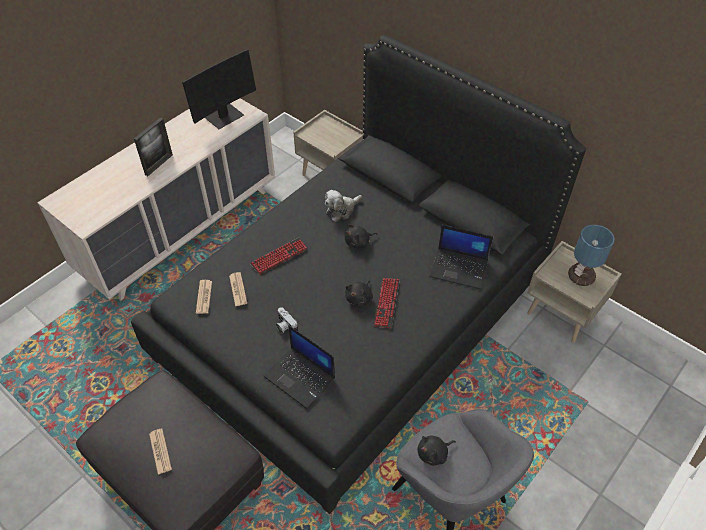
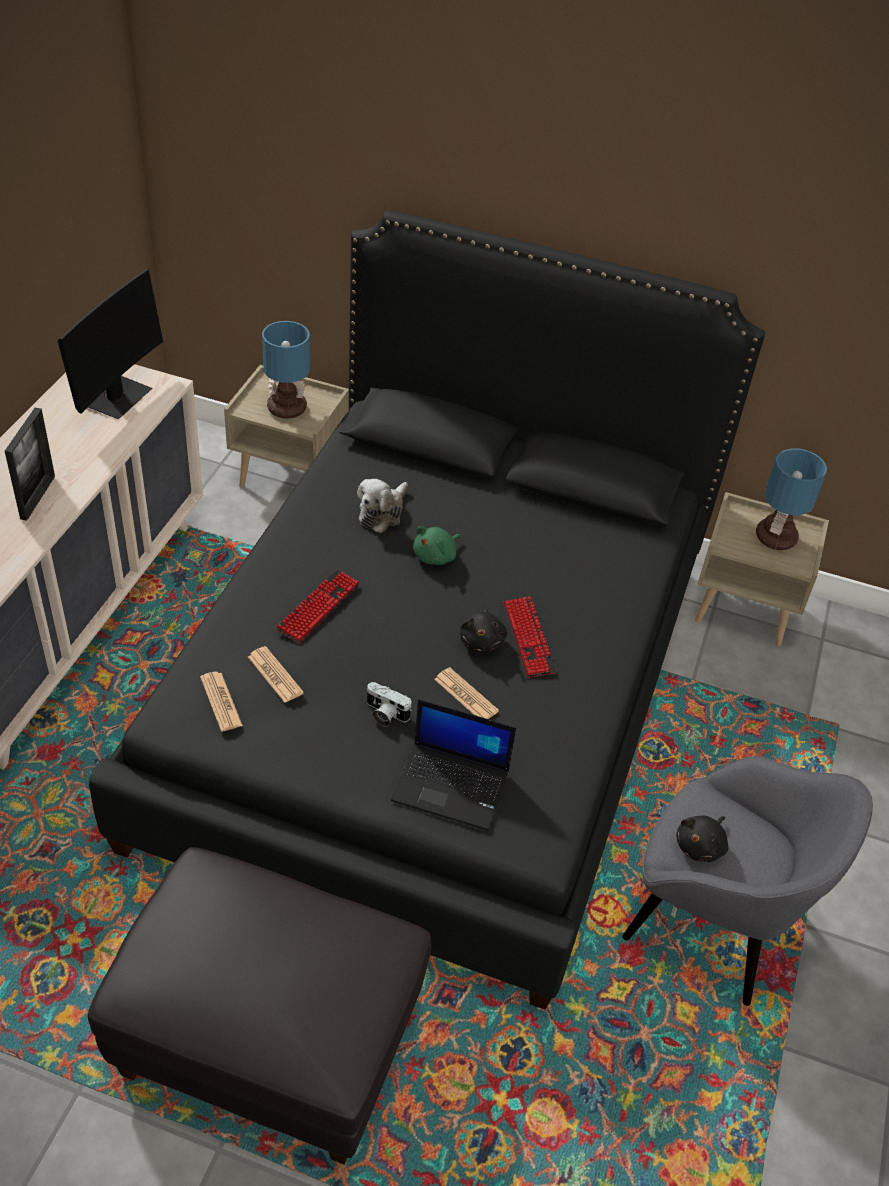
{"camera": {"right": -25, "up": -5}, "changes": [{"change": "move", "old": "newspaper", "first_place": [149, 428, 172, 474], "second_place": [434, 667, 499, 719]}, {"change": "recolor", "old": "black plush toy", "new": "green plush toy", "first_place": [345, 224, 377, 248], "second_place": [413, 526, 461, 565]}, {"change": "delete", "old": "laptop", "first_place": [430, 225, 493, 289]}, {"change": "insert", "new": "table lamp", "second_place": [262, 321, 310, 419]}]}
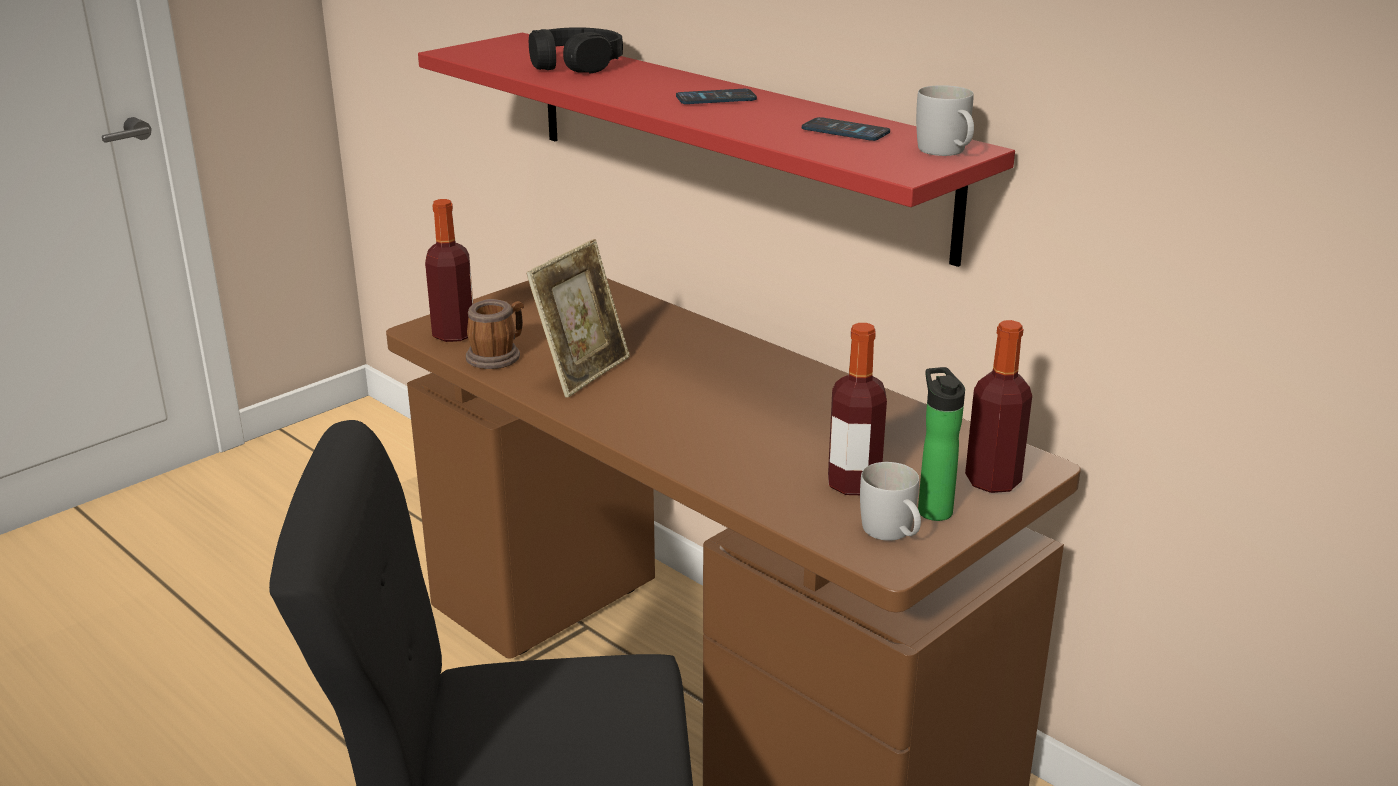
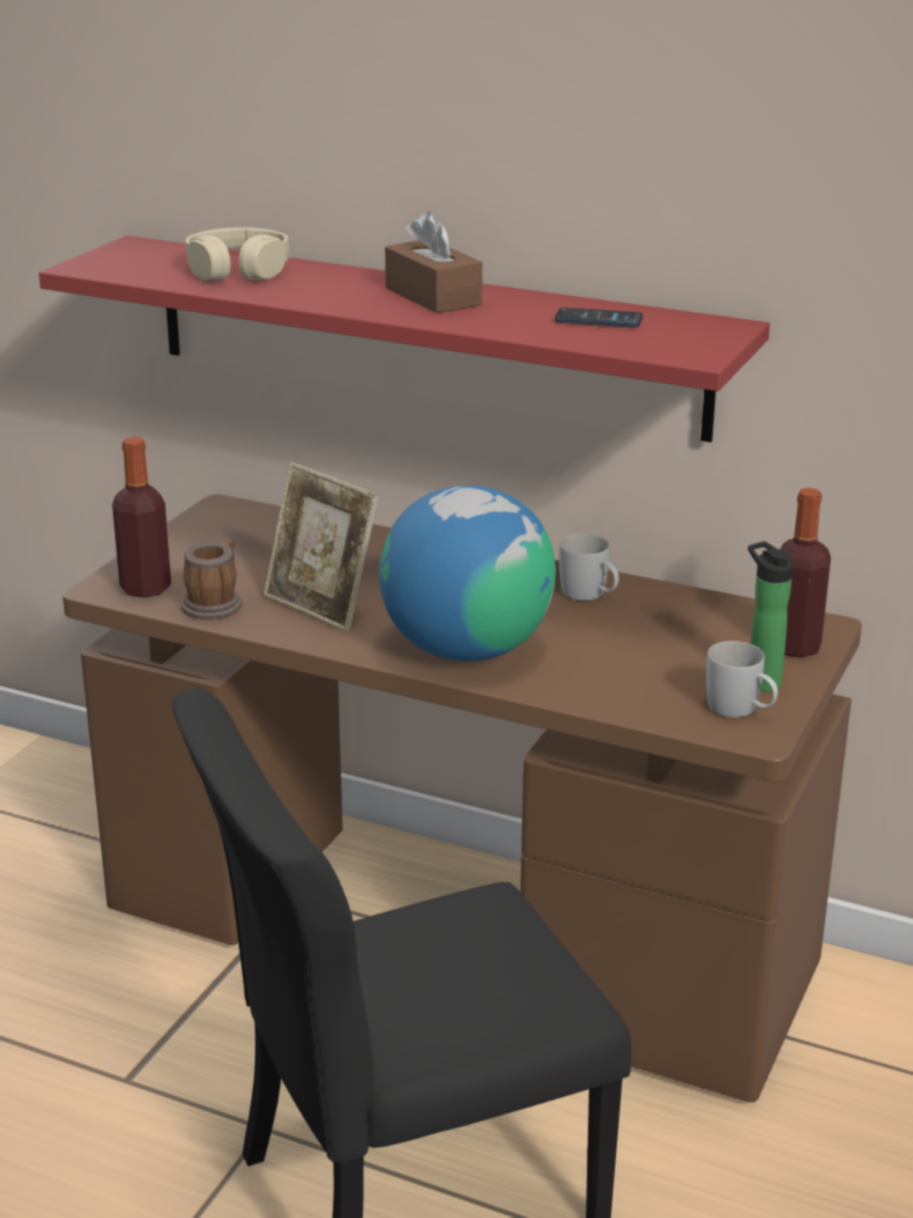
{"camera": {"right": -20, "up": 0}, "changes": [{"change": "rotate", "old": "picture frame", "first_place": [526, 239, 630, 397], "second_place": [263, 462, 379, 632], "degrees": 120}, {"change": "recolor", "old": "black headphones", "new": "beige headphones", "first_place": [529, 27, 623, 73], "second_place": [186, 227, 289, 281]}, {"change": "replace", "old": "phone", "new": "brown tissue box", "first_place": [676, 89, 757, 104], "second_place": [385, 212, 482, 313]}, {"change": "delete", "old": "bottle", "first_place": [828, 323, 887, 495]}, {"change": "move", "old": "white mug", "first_place": [916, 85, 974, 156], "second_place": [559, 534, 619, 601]}, {"change": "insert", "new": "globe", "second_place": [379, 485, 556, 661]}]}
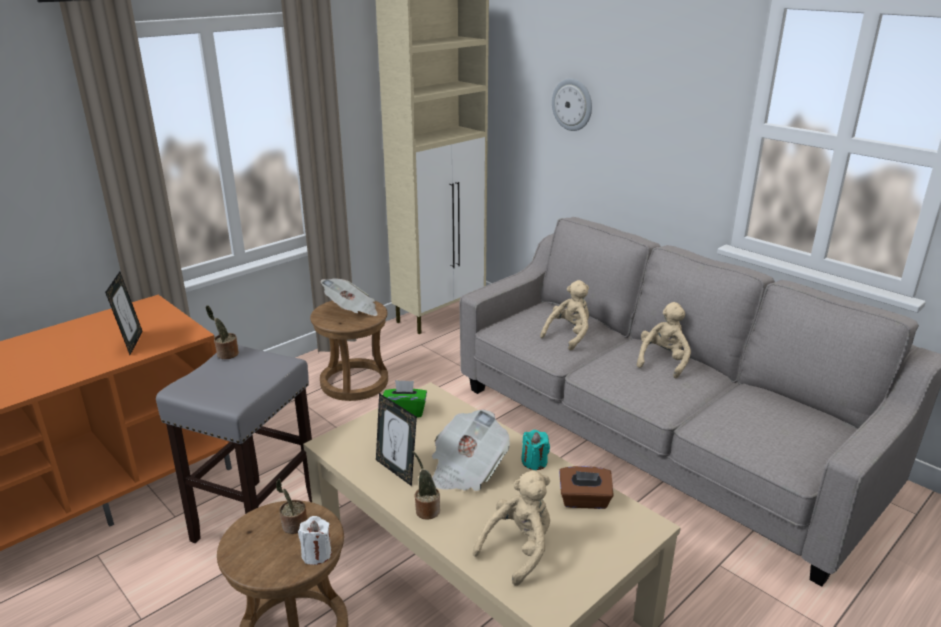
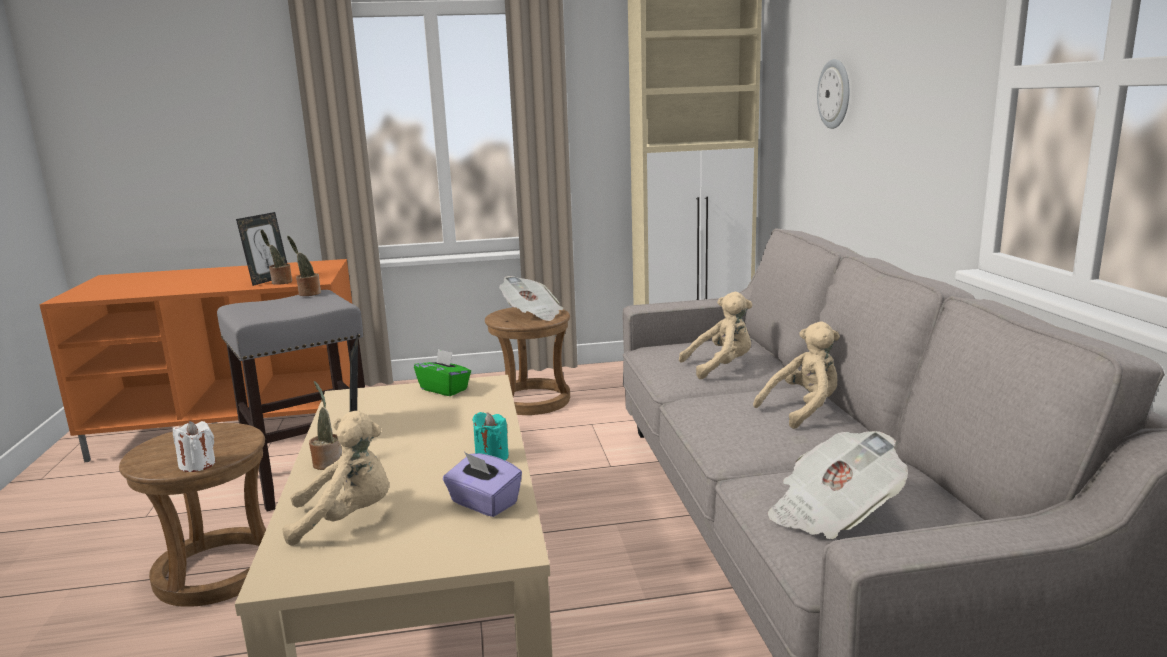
{"camera": {"right": 35, "up": -10}, "changes": [{"change": "move", "old": "potted plant", "first_place": [276, 479, 307, 534], "second_place": [260, 230, 292, 285]}, {"change": "move", "old": "newspaper", "first_place": [432, 409, 510, 491], "second_place": [768, 431, 908, 539]}, {"change": "recolor", "old": "brown tissue box", "new": "purple tissue box", "first_place": [559, 466, 614, 509], "second_place": [443, 452, 522, 517]}]}
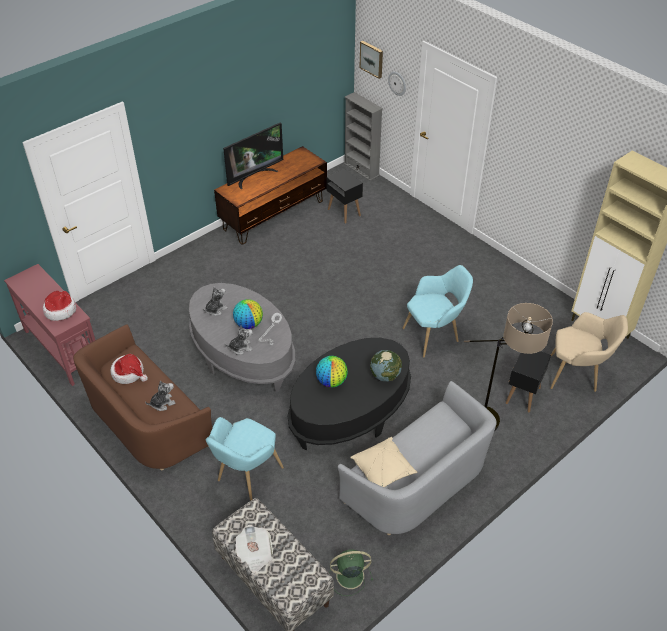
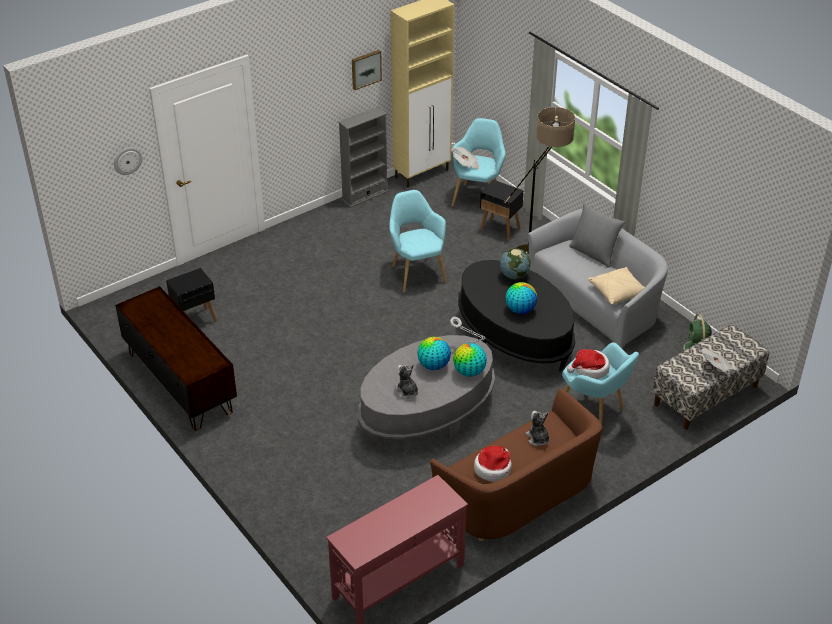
{"camera": {"right": -85, "up": -5}, "changes": [{"change": "move", "old": "hat", "first_place": [43, 291, 76, 321], "second_place": [567, 349, 610, 379]}, {"change": "delete", "old": "television", "first_place": [223, 122, 283, 189]}, {"change": "replace", "old": "plush toy", "new": "globe", "first_place": [224, 326, 253, 355], "second_place": [453, 343, 487, 377]}, {"change": "move", "old": "grey bookcase", "first_place": [344, 92, 383, 181], "second_place": [338, 107, 388, 207]}, {"change": "move", "old": "picture", "first_place": [360, 41, 383, 79], "second_place": [352, 50, 382, 90]}, {"change": "recolor", "old": "beige armchair", "new": "turquoise armchair", "first_place": [550, 312, 628, 392], "second_place": [452, 118, 506, 207]}, {"change": "insert", "new": "newspaper", "second_place": [452, 147, 480, 169]}, {"change": "insert", "new": "grey pillow", "second_place": [569, 202, 625, 268]}]}
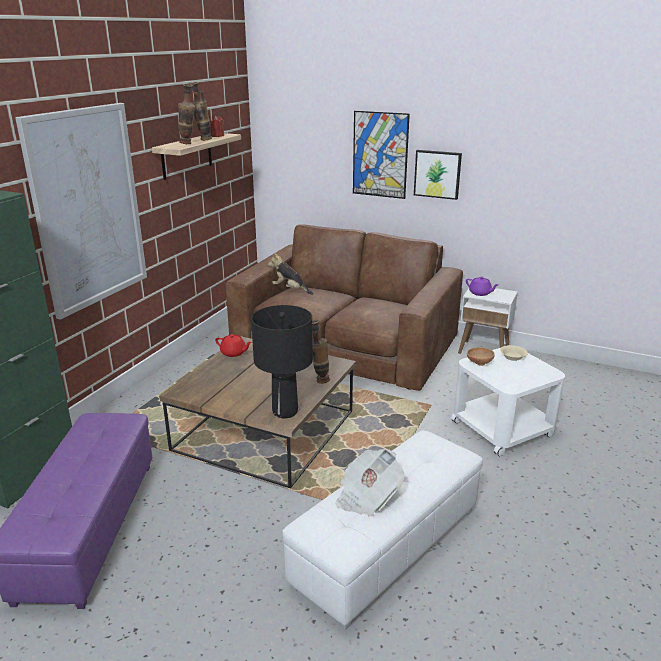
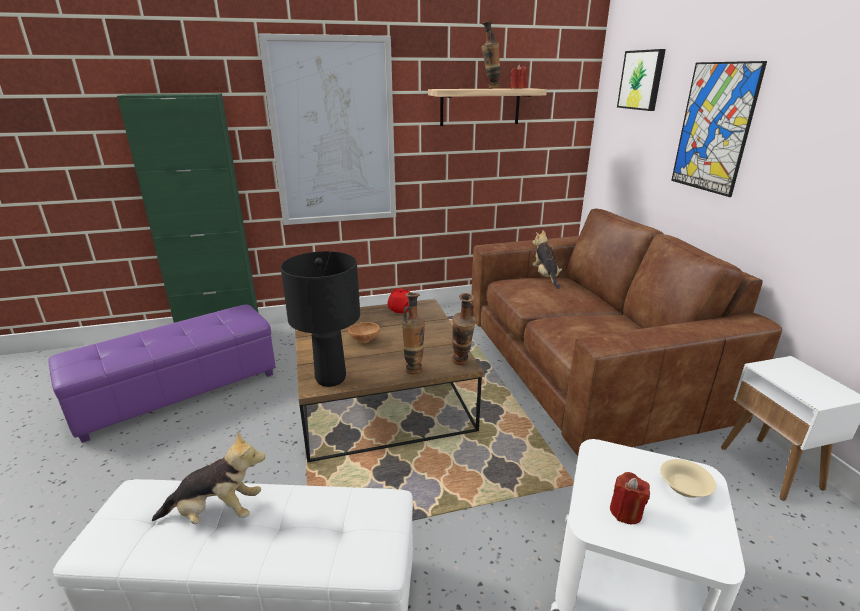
{"camera": {"right": 50, "up": 0}, "changes": [{"change": "move", "old": "vase", "first_place": [178, 84, 195, 144], "second_place": [452, 293, 476, 365]}, {"change": "replace", "old": "newspaper", "new": "plush toy", "first_place": [336, 449, 404, 516], "second_place": [152, 431, 265, 524]}, {"change": "move", "old": "picture", "first_place": [414, 150, 462, 200], "second_place": [617, 49, 666, 111]}, {"change": "delete", "old": "purple teapot", "first_place": [466, 276, 499, 296]}, {"change": "move", "old": "brown bowl", "first_place": [467, 347, 495, 366], "second_place": [349, 322, 380, 343]}, {"change": "insert", "new": "red candle", "second_place": [610, 472, 650, 524]}]}
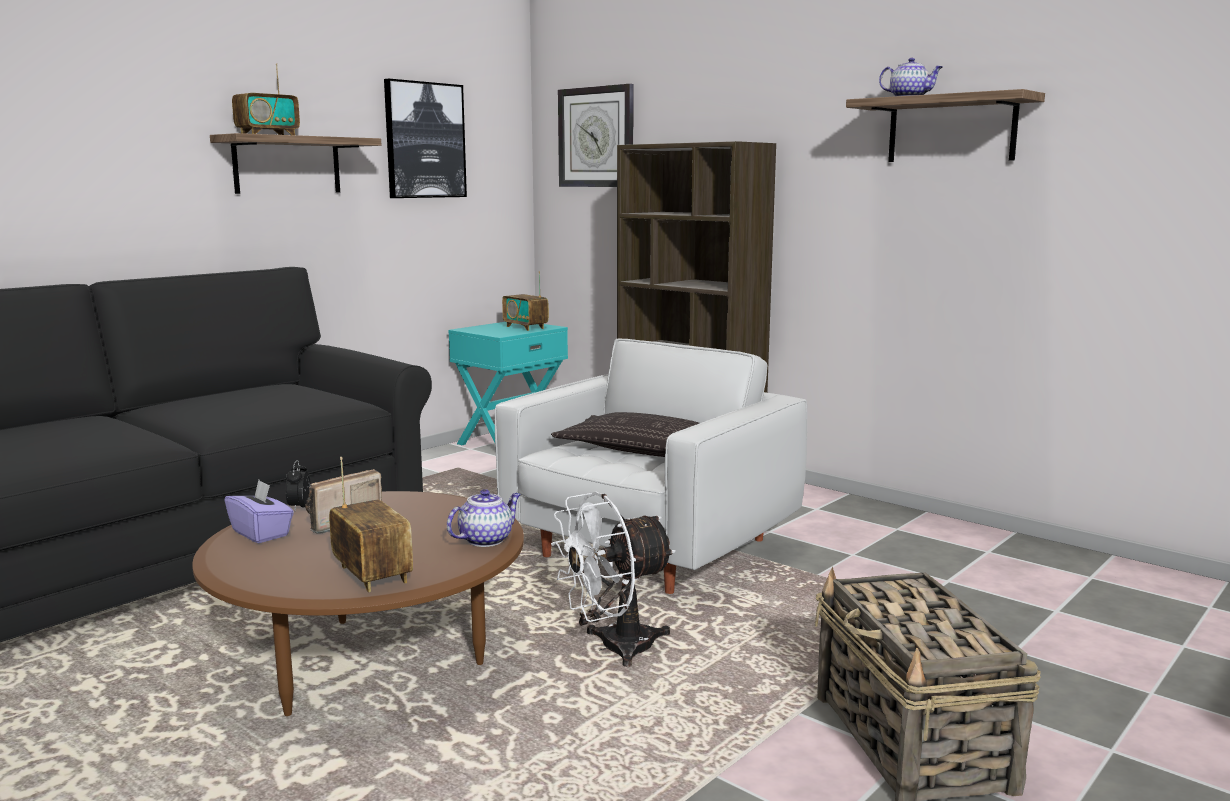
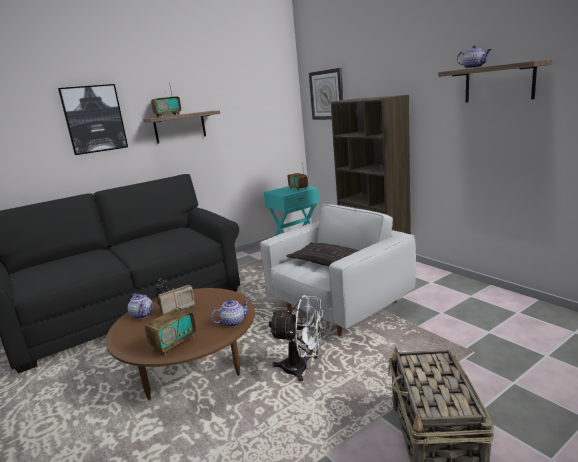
{"camera": {"right": 15, "up": 5}, "changes": [{"change": "replace", "old": "purple tissue box", "new": "teapot", "first_place": [224, 480, 294, 543], "second_place": [128, 293, 153, 319]}, {"change": "rotate", "old": "radio", "first_place": [329, 457, 413, 592], "second_place": [145, 288, 196, 356], "degrees": 60}, {"change": "move", "old": "picture", "first_place": [384, 79, 467, 198], "second_place": [58, 84, 128, 155]}, {"change": "rotate", "old": "white fan", "first_place": [551, 492, 675, 667], "second_place": [269, 295, 324, 381], "degrees": -150}]}
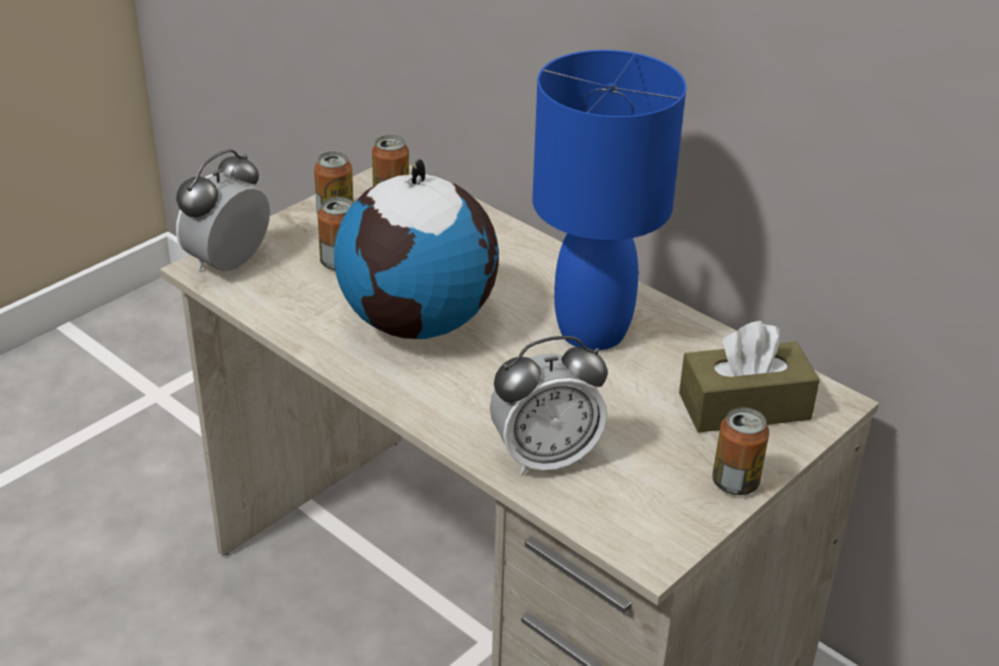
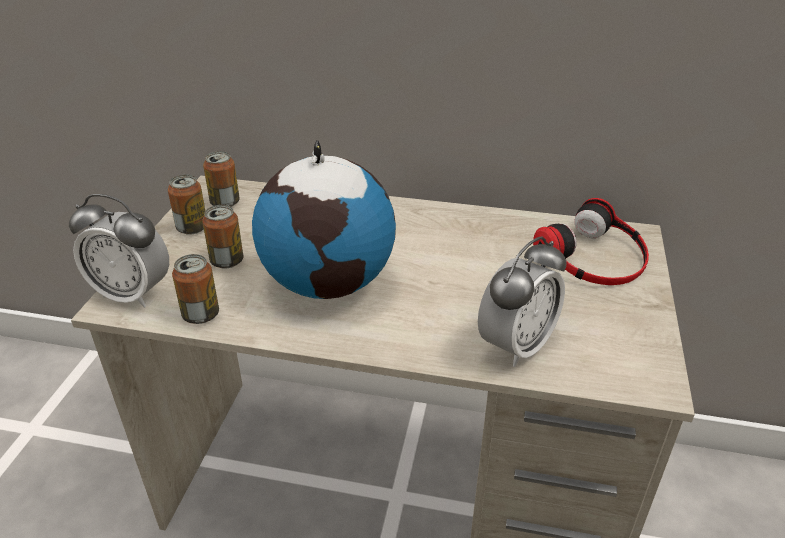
{"camera": {"right": -30, "up": 0}, "changes": [{"change": "rotate", "old": "alarm clock", "first_place": [176, 149, 270, 271], "second_place": [69, 194, 169, 308], "degrees": -75}, {"change": "delete", "old": "blue table lamp", "first_place": [532, 50, 687, 350]}, {"change": "replace", "old": "brown tissue box", "new": "headphones", "first_place": [679, 321, 820, 433], "second_place": [533, 198, 649, 285]}, {"change": "move", "old": "can", "first_place": [712, 407, 769, 495], "second_place": [172, 254, 219, 324]}]}
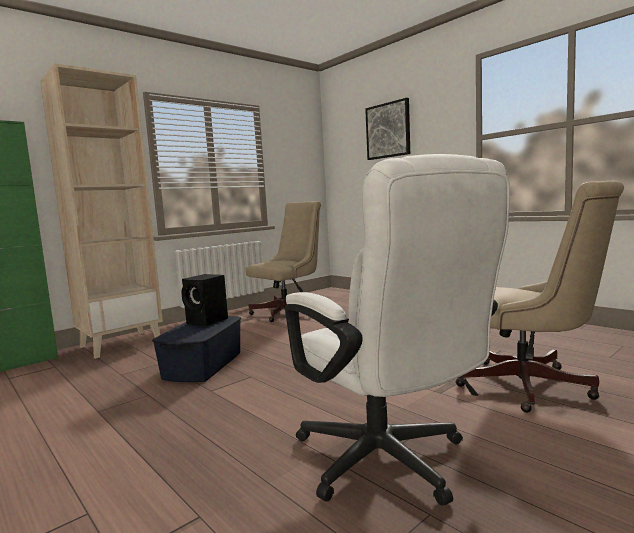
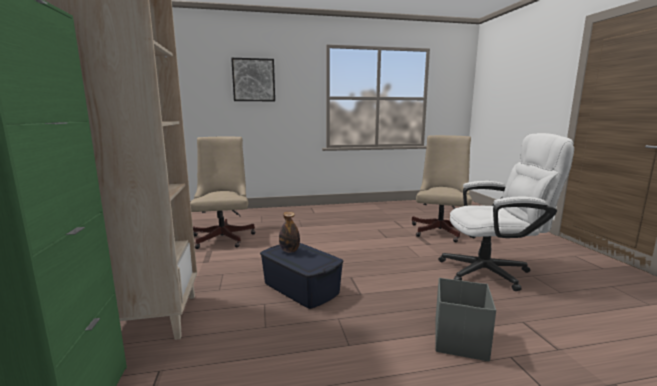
{"camera": {"right": -60, "up": 5}, "changes": [{"change": "replace", "old": "black speaker", "new": "bottle", "first_place": [181, 274, 228, 326], "second_place": [279, 212, 300, 253]}, {"change": "rotate", "old": "beige office chair", "first_place": [455, 181, 624, 413], "second_place": [412, 135, 472, 242], "degrees": -45}, {"change": "insert", "new": "grey storage box", "second_place": [435, 278, 496, 361]}]}
